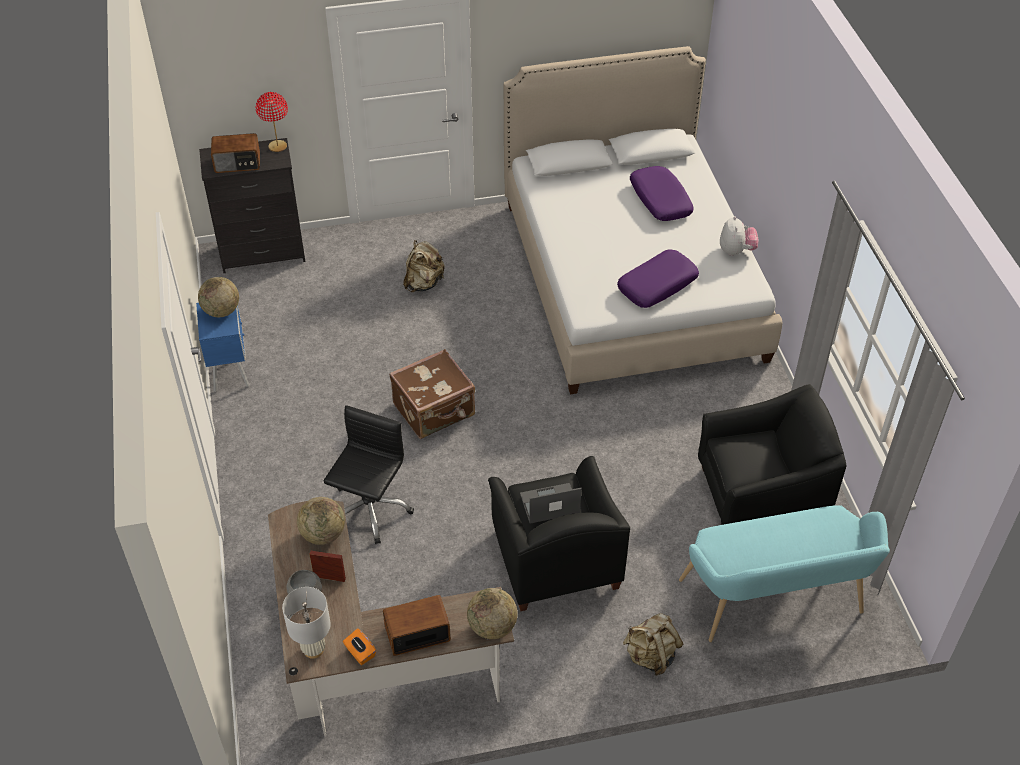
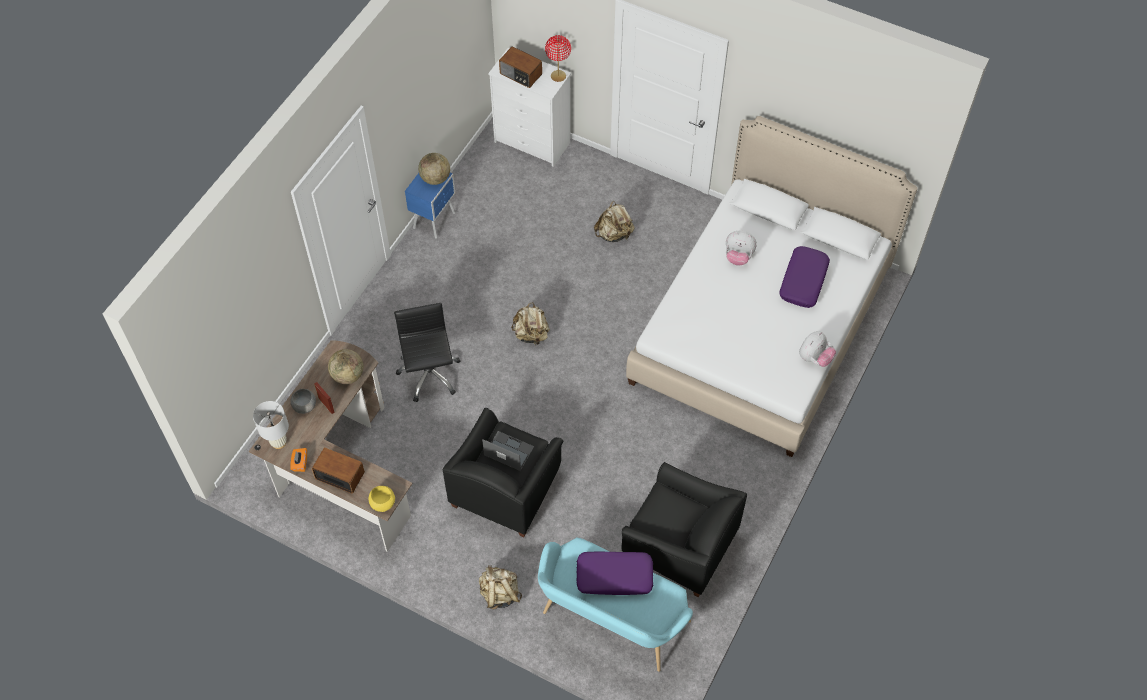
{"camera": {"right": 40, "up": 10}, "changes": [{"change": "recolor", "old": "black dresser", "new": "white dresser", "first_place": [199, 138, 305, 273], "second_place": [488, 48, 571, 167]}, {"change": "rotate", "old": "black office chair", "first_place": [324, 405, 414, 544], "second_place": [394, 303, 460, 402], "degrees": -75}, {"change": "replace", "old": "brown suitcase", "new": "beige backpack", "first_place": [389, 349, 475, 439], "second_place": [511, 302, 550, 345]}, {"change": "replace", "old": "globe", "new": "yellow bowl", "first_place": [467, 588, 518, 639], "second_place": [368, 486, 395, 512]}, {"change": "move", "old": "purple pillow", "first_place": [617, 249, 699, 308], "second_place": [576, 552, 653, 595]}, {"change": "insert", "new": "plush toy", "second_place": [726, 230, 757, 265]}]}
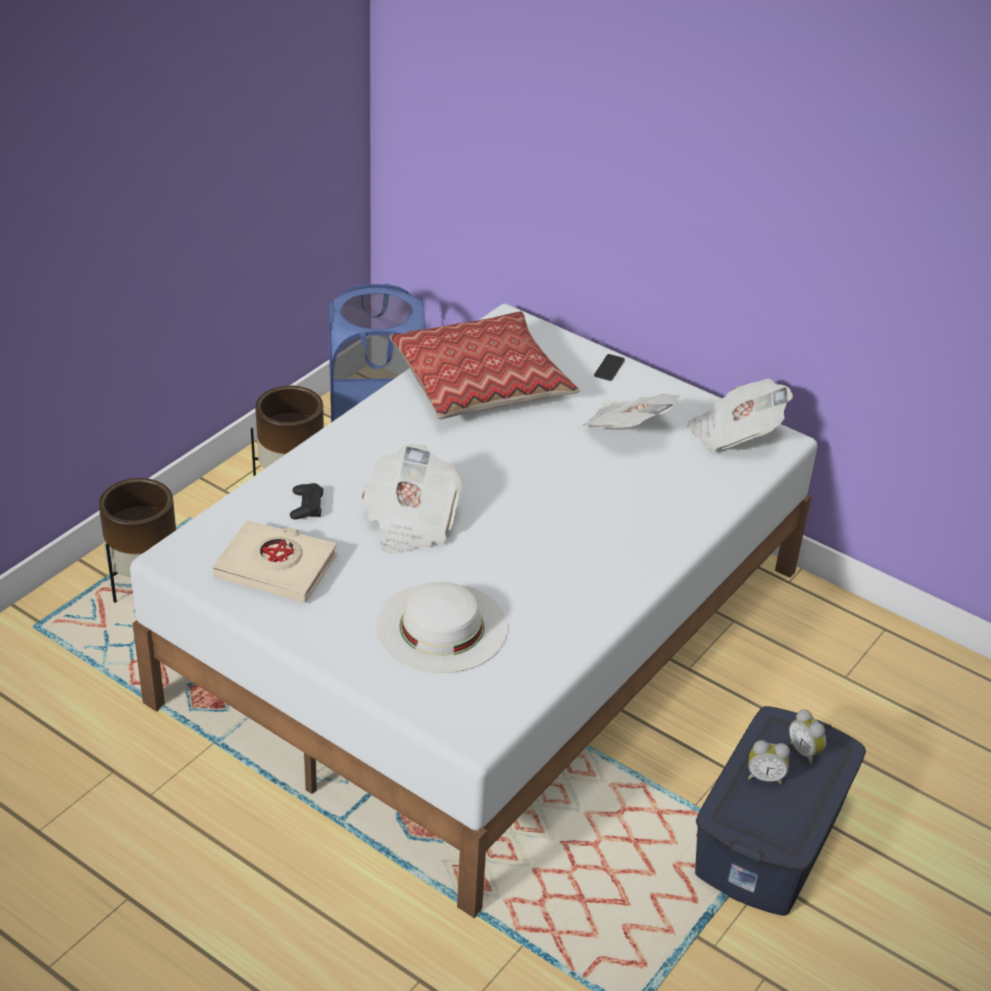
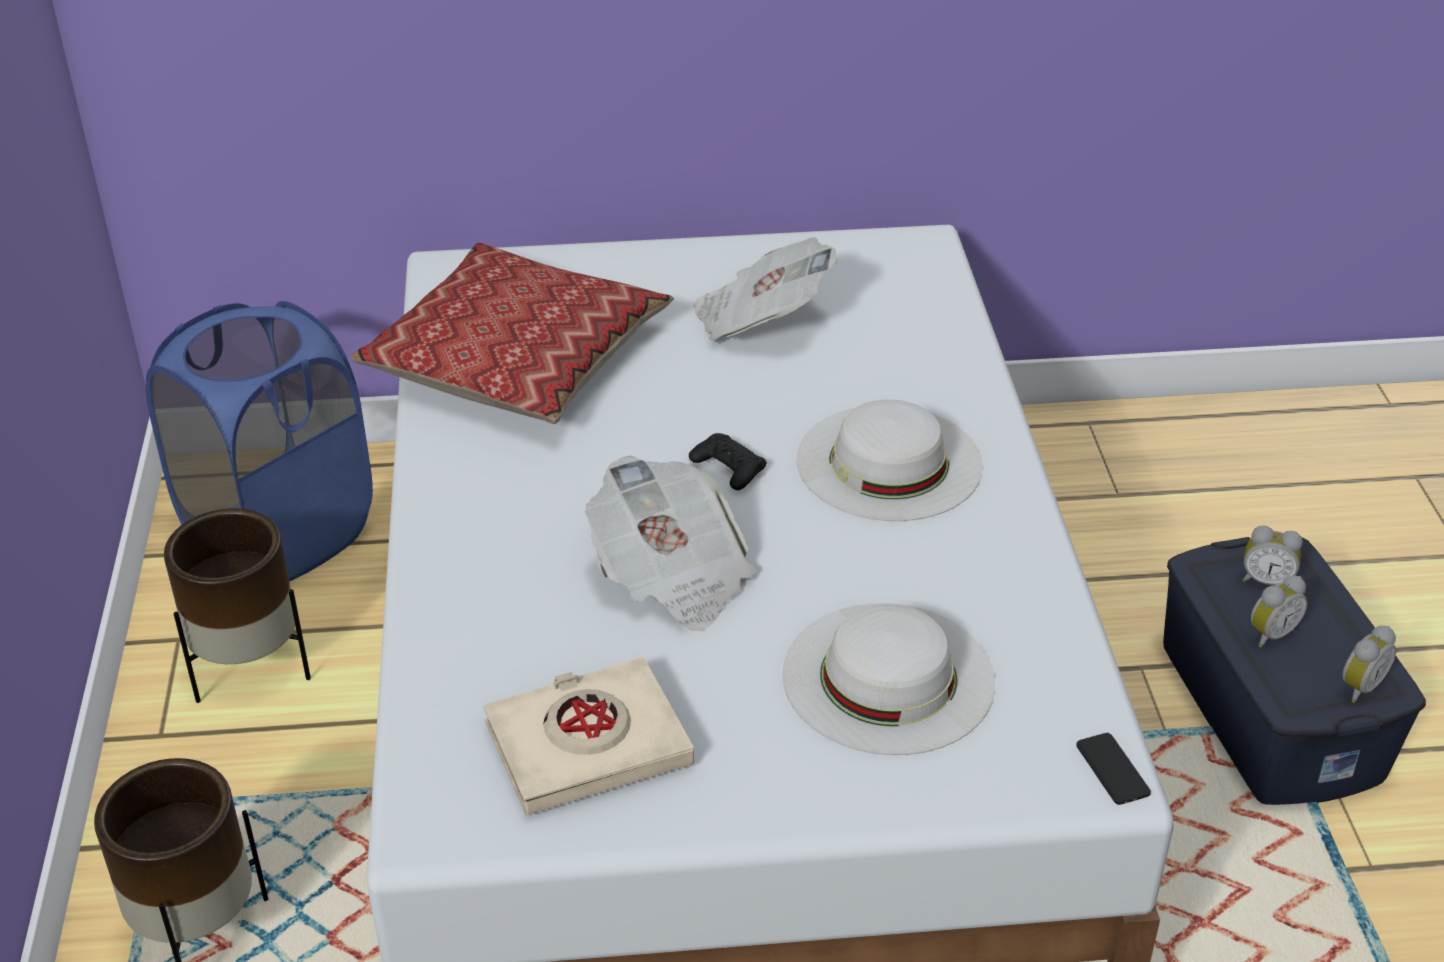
{"camera": {"right": -40, "up": 0}, "changes": [{"change": "move", "old": "black game controller", "first_place": [290, 483, 324, 519], "second_place": [689, 433, 767, 490]}, {"change": "move", "old": "phone", "first_place": [594, 354, 625, 381], "second_place": [1076, 733, 1151, 805]}, {"change": "delete", "old": "newspaper", "first_place": [687, 379, 793, 452]}, {"change": "insert", "new": "white hat", "second_place": [797, 399, 983, 521]}, {"change": "insert", "new": "alarm clock", "second_place": [1342, 626, 1397, 703]}]}
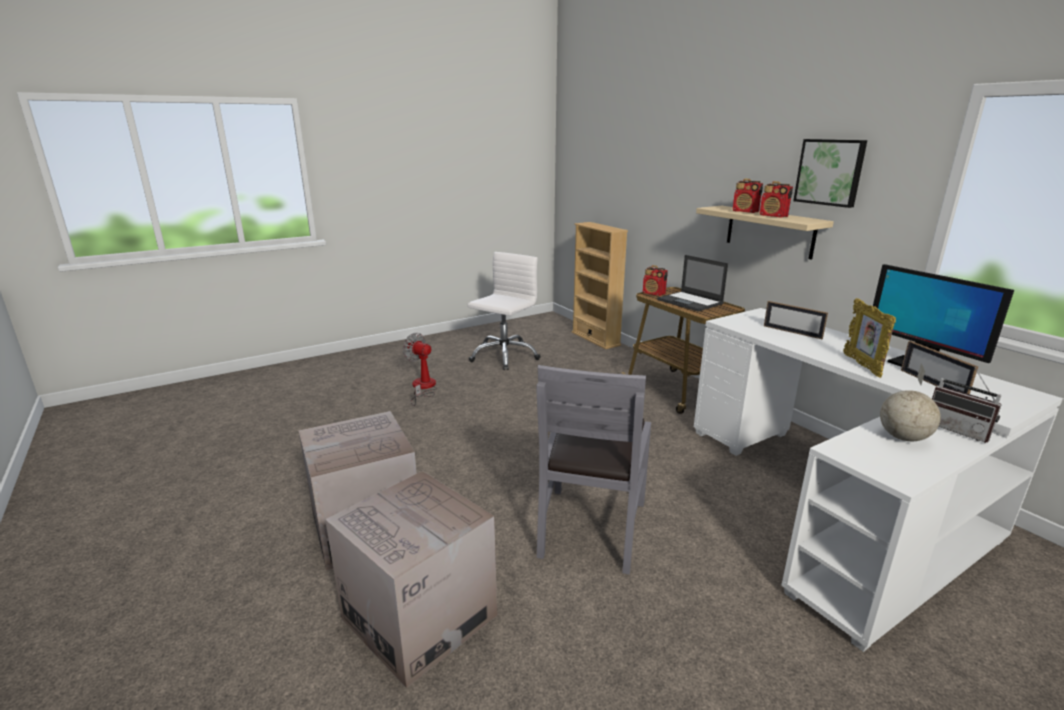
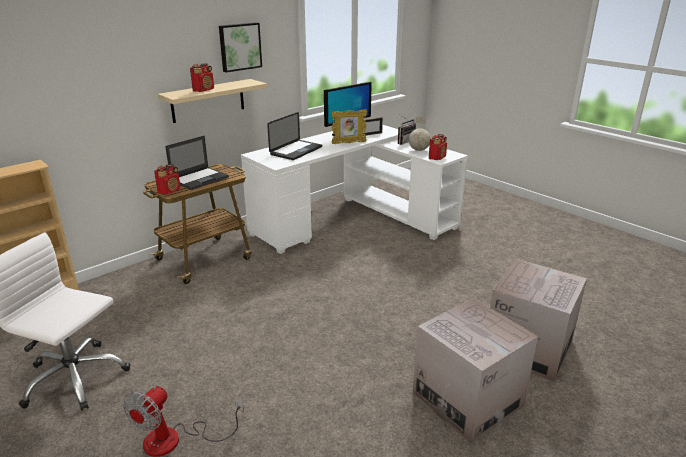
{"camera": {"right": -100, "up": 5}, "changes": [{"change": "delete", "old": "grey chair", "first_place": [537, 365, 651, 574]}, {"change": "move", "old": "radio", "first_place": [760, 181, 793, 218], "second_place": [429, 134, 447, 160]}, {"change": "replace", "old": "picture frame", "new": "laptop", "first_place": [764, 301, 828, 339], "second_place": [267, 112, 322, 160]}]}
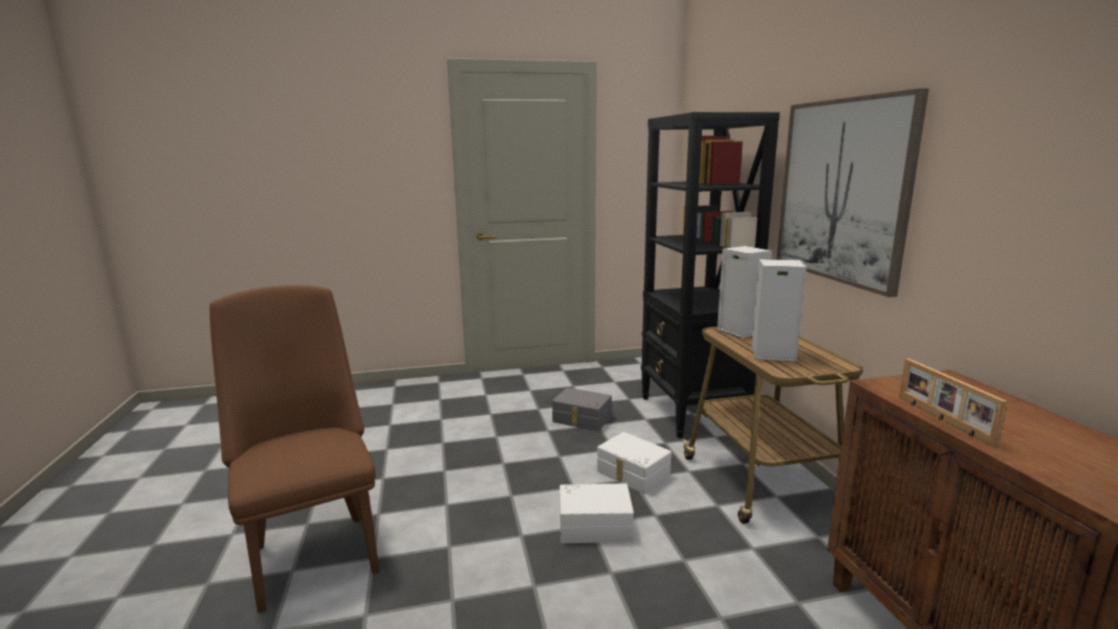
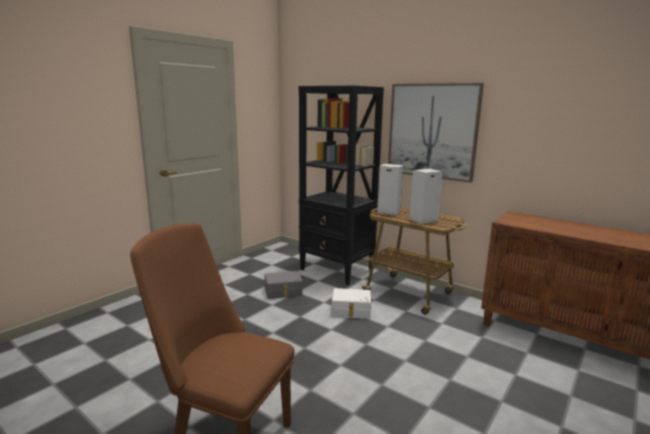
{"camera": {"right": -40, "up": 0}, "changes": [{"change": "delete", "old": "white storage box", "first_place": [560, 483, 634, 543]}, {"change": "delete", "old": "picture frame", "first_place": [899, 358, 1008, 447]}]}
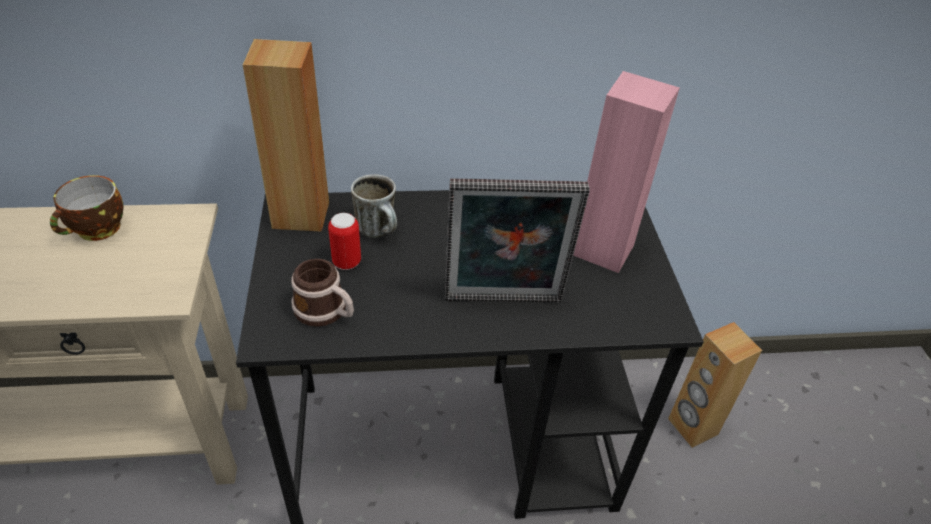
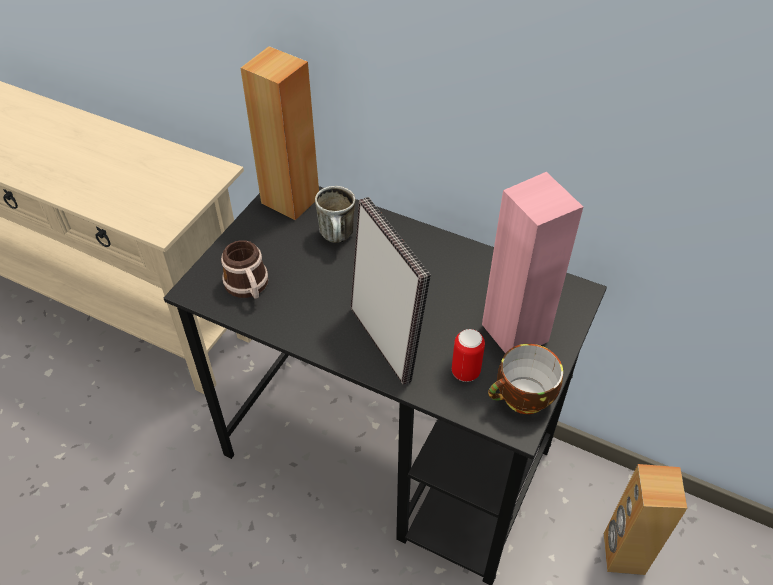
{"camera": {"right": 35, "up": 5}, "changes": [{"change": "move", "old": "cup", "first_place": [50, 175, 123, 241], "second_place": [488, 344, 563, 414]}, {"change": "move", "old": "can", "first_place": [328, 213, 361, 270], "second_place": [452, 329, 485, 382]}, {"change": "rotate", "old": "picture frame", "first_place": [445, 178, 590, 303], "second_place": [351, 197, 431, 385], "degrees": -150}]}
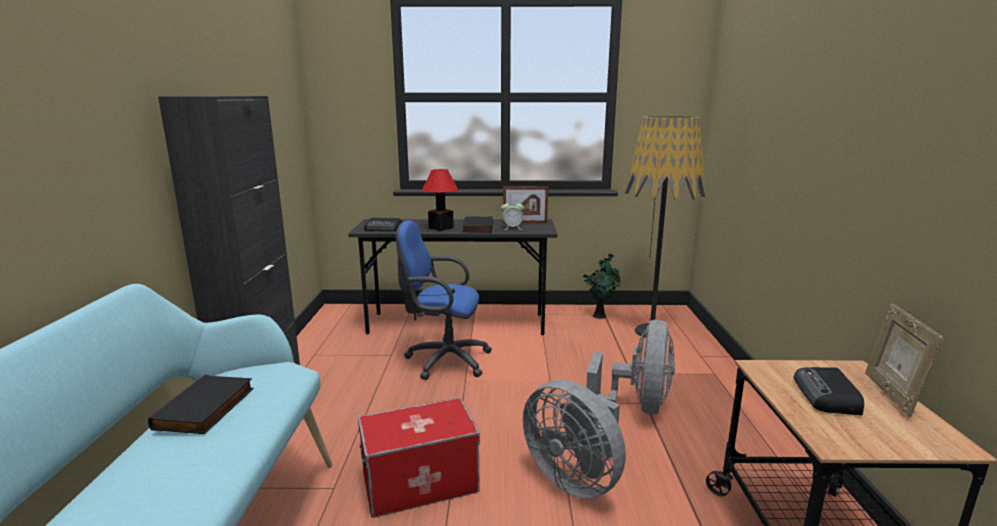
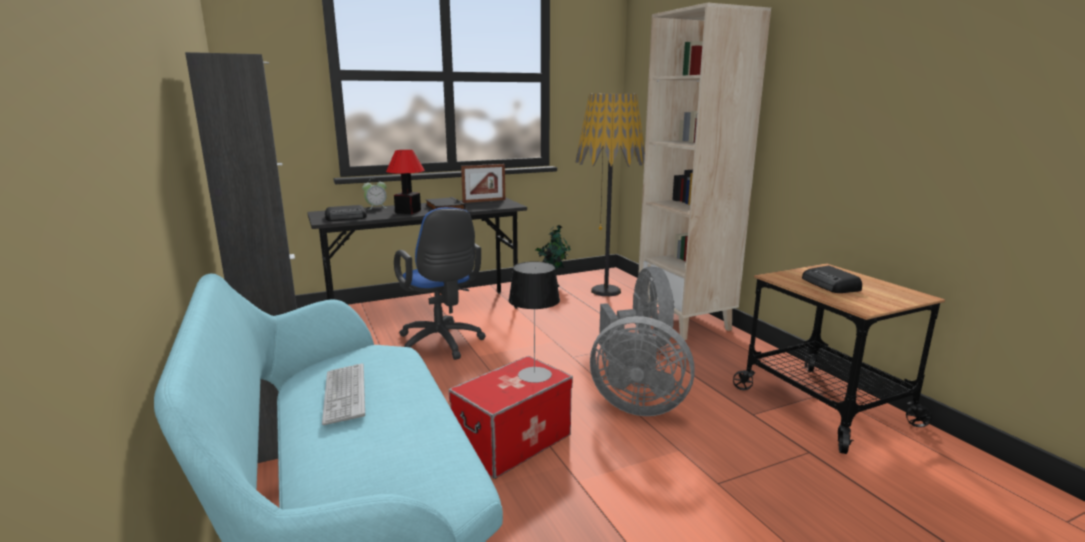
{"camera": {"right": -25, "up": 0}, "changes": [{"change": "replace", "old": "black book", "new": "keyboard", "first_place": [148, 375, 254, 434], "second_place": [322, 363, 365, 425]}, {"change": "rotate", "old": "blue office chair", "first_place": [396, 220, 492, 380], "second_place": [394, 207, 486, 360], "degrees": -105}, {"change": "move", "old": "alarm clock", "first_place": [501, 202, 524, 230], "second_place": [362, 178, 388, 210]}, {"change": "delete", "old": "picture frame", "first_place": [865, 304, 943, 417]}, {"change": "insert", "new": "table lamp", "second_place": [509, 261, 560, 383]}, {"change": "insert", "new": "beige bookcase", "second_place": [638, 3, 771, 340]}]}
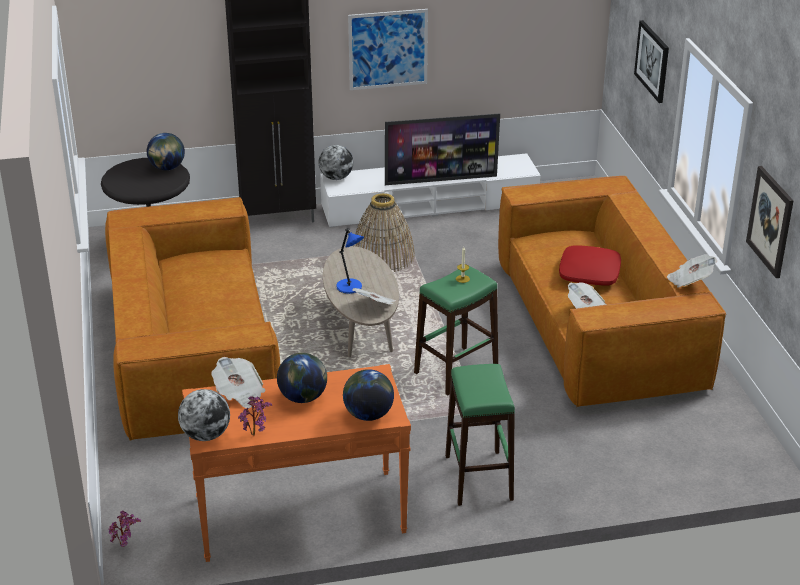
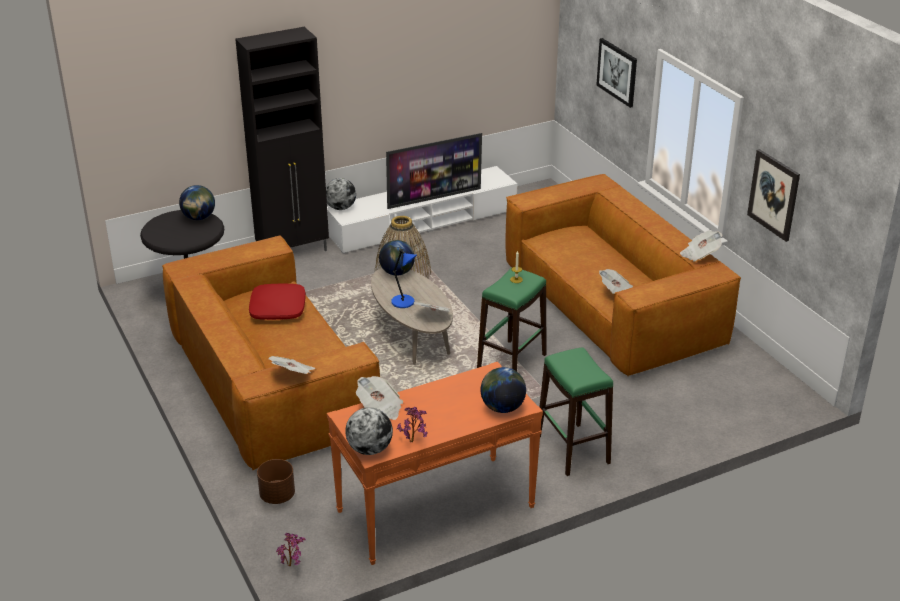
{"camera": {"right": -15, "up": 0}, "changes": [{"change": "move", "old": "globe", "first_place": [277, 353, 327, 403], "second_place": [379, 240, 415, 276]}, {"change": "delete", "old": "picture", "first_place": [348, 9, 428, 90]}, {"change": "move", "old": "red pillow", "first_place": [559, 245, 621, 285], "second_place": [249, 284, 306, 320]}, {"change": "insert", "new": "brown planter", "second_place": [257, 459, 295, 504]}, {"change": "insert", "new": "newspaper", "second_place": [269, 356, 315, 374]}]}
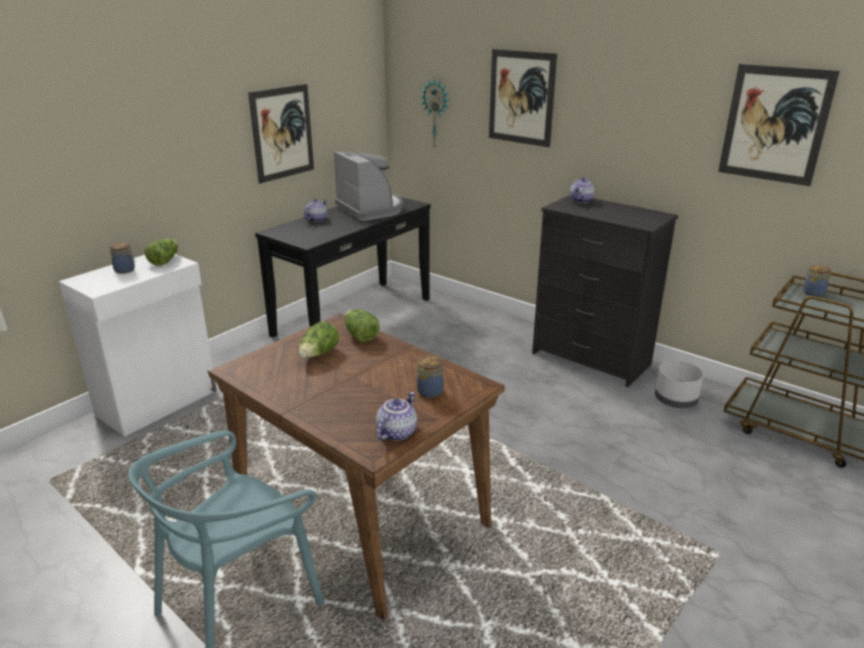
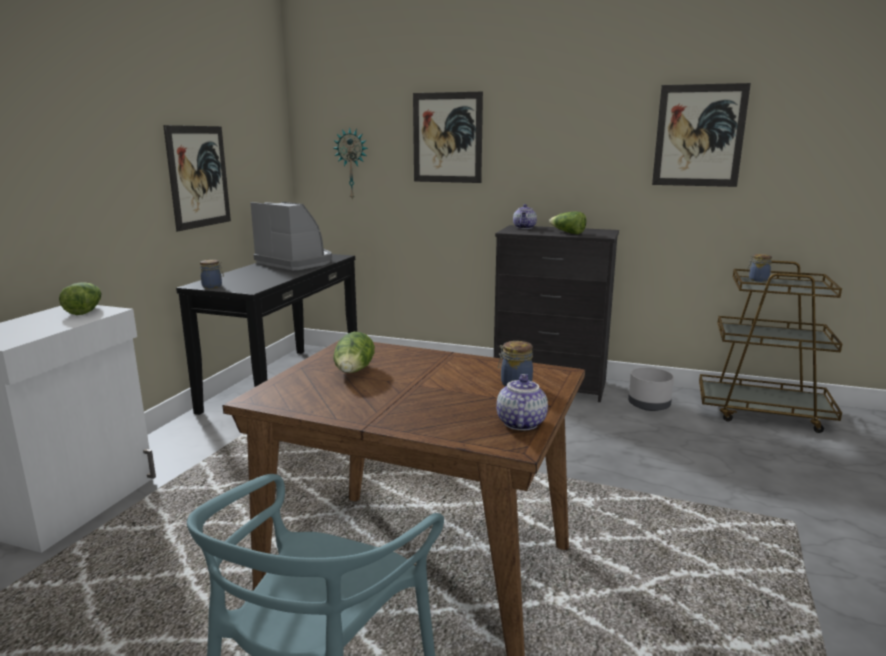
{"camera": {"right": -20, "up": -10}, "changes": [{"change": "move", "old": "jar", "first_place": [110, 243, 135, 274], "second_place": [200, 260, 224, 289]}, {"change": "delete", "old": "teapot", "first_place": [303, 199, 327, 222]}, {"change": "move", "old": "lettuce", "first_place": [345, 309, 380, 342], "second_place": [549, 212, 586, 234]}]}
